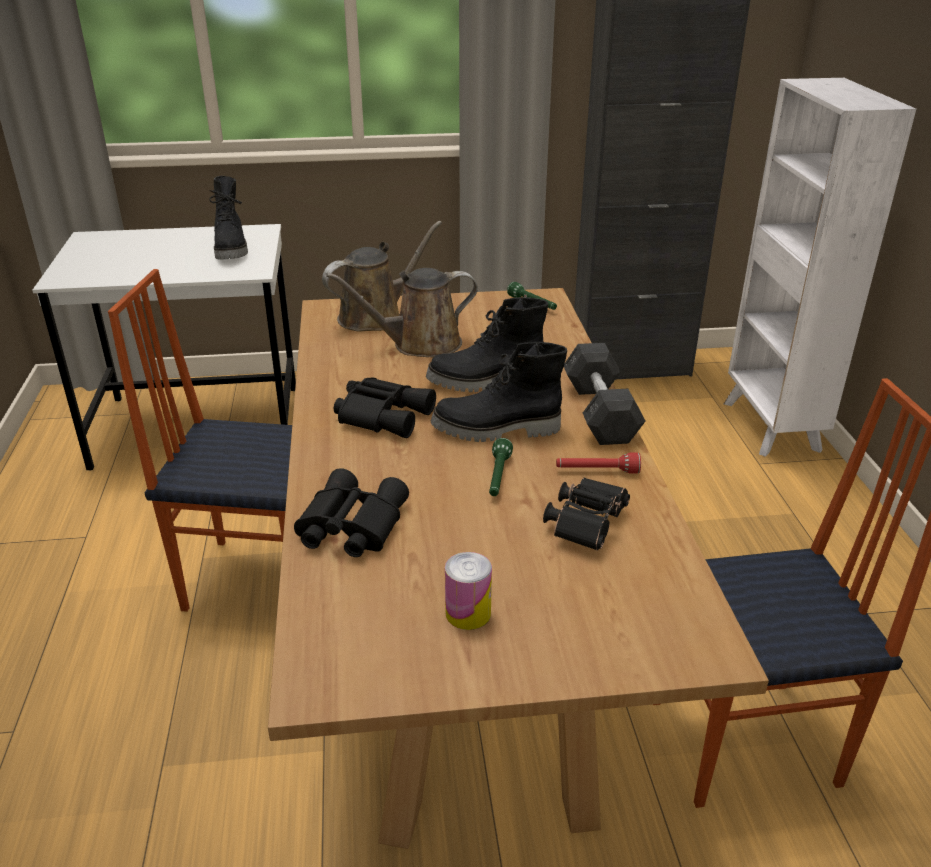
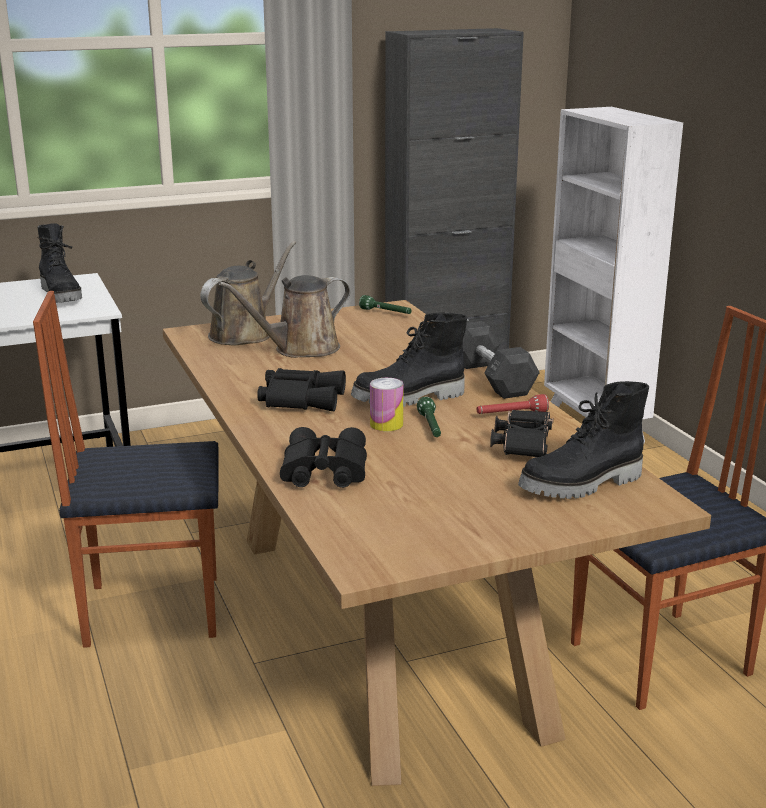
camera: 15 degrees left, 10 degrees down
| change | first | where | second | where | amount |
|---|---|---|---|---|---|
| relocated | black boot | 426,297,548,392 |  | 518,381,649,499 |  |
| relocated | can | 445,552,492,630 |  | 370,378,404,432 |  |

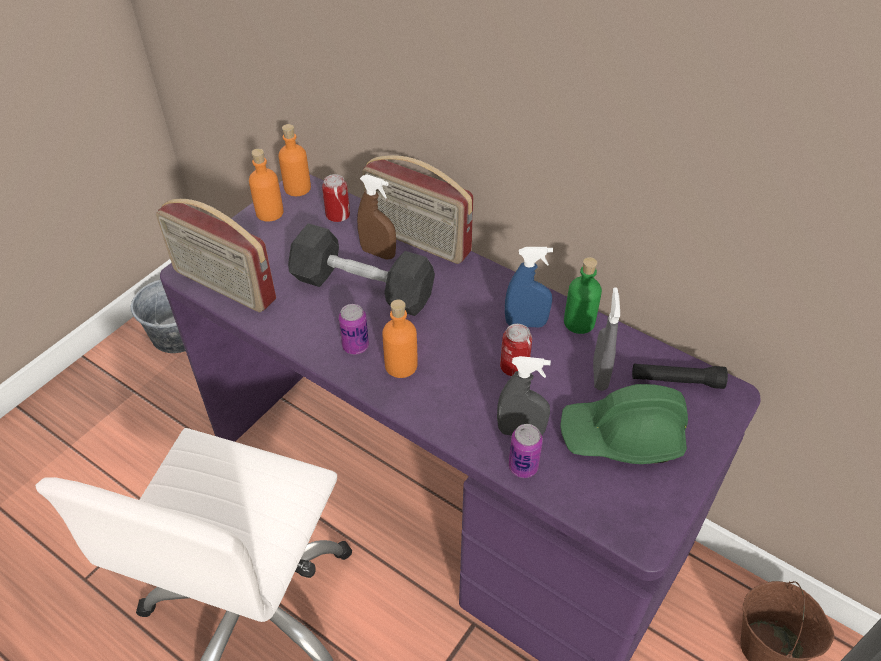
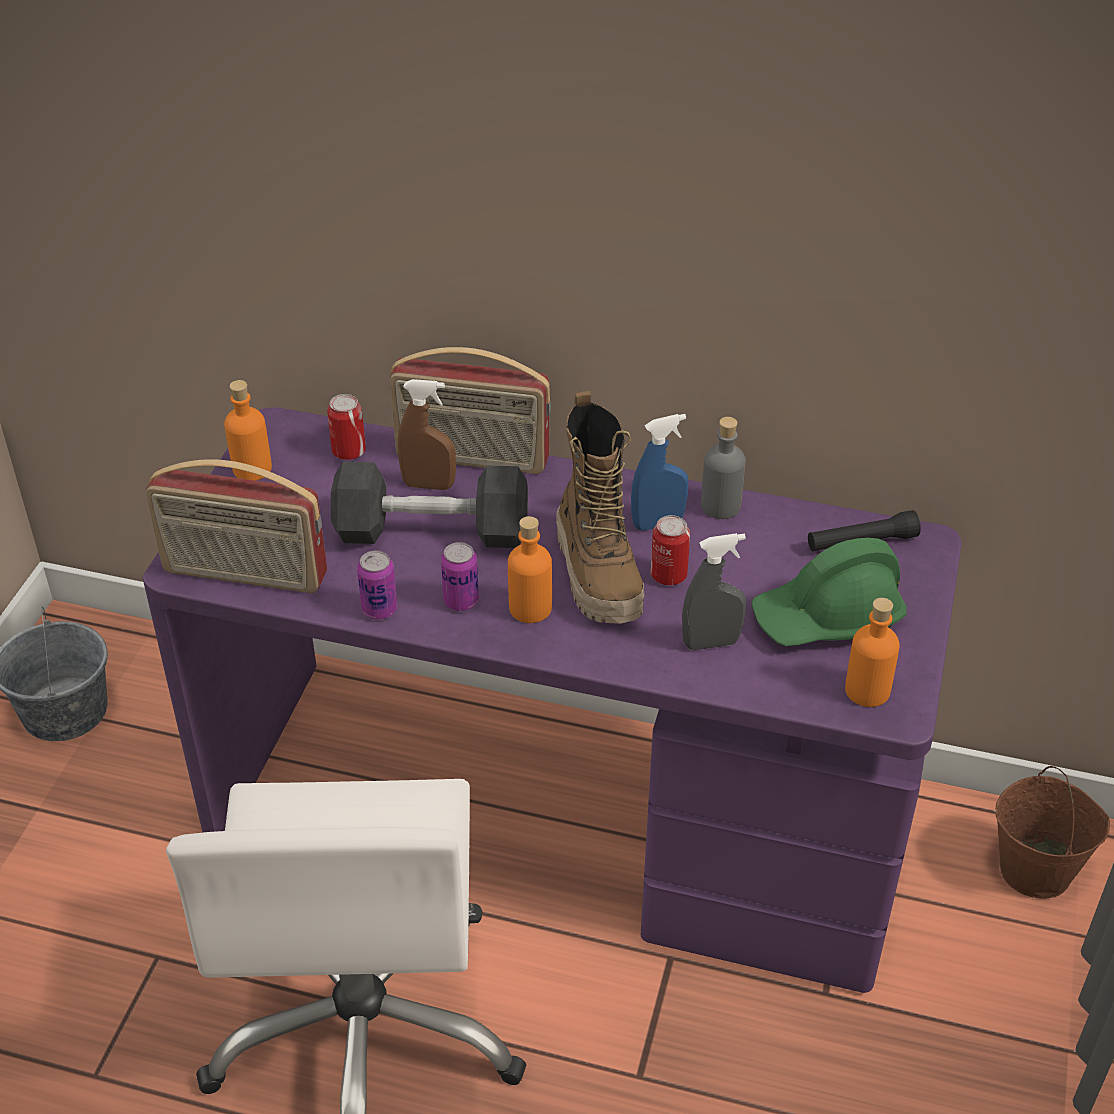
camera: 20 degrees left, 5 degrees down
| change | first | where | second | where | amount |
|---|---|---|---|---|---|
| missing | grey spray bottle | 593,287,620,391 |  |  |  |
| appeared |  |  | boot | 556,391,645,624 |  |
| relocated | orange bottle | 278,124,311,196 |  | 845,598,900,707 |  |
| relocated | can | 509,424,543,478 |  | 357,551,397,620 |  |
| colour | green bottle | 564,257,602,334 | grey bottle | 701,417,746,519 |  |

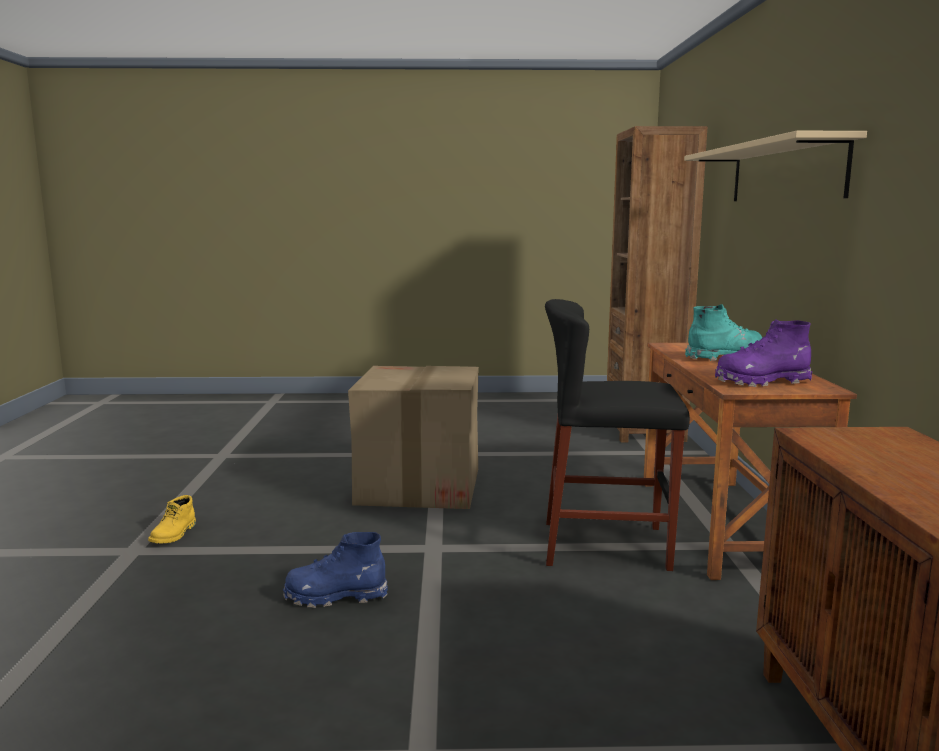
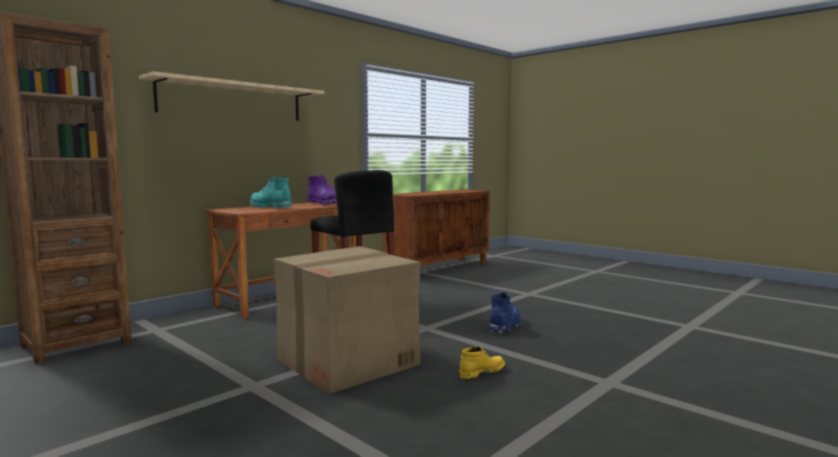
camera: 135 degrees left, 5 degrees down
| change | first | where | second | where | amount |
|---|---|---|---|---|---|
| relocated | yellow boot | 148,495,196,543 |  | 459,346,505,379 |  |
| spun | blue boot | 283,532,388,608 |  | 489,292,521,333 | 105 degrees counterclockwise |

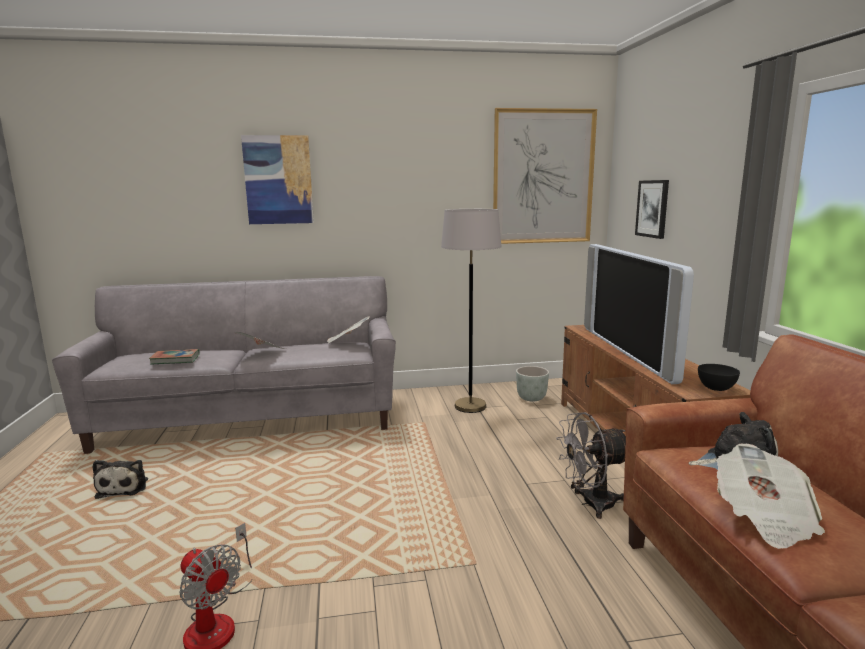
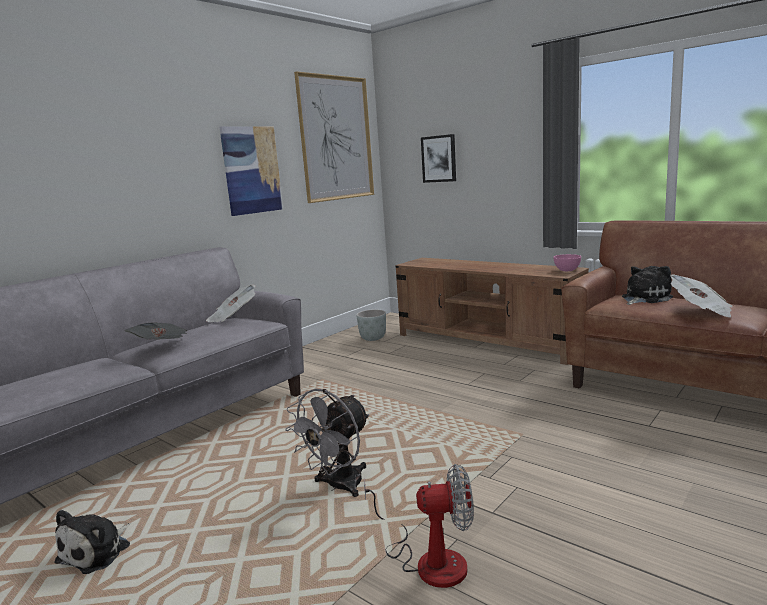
camera: 40 degrees left, 0 degrees up
| change | first | where | second | where | amount |
|---|---|---|---|---|---|
| missing | book | 149,349,200,365 |  |  |  |
| missing | grey floor lamp | 441,209,502,413 |  |  |  |
| missing | television | 584,244,694,384 |  |  |  |
| relocated | picture | 241,135,314,224 |  | 220,126,283,216 |  |
| relocated | grey fan | 556,412,626,519 |  | 285,388,369,497 |  |
| colour | black bowl | 698,364,740,391 | pink bowl | 554,254,581,271 |  |
| spun | plush toy | 92,460,148,499 |  | 55,510,130,574 | 75 degrees clockwise |

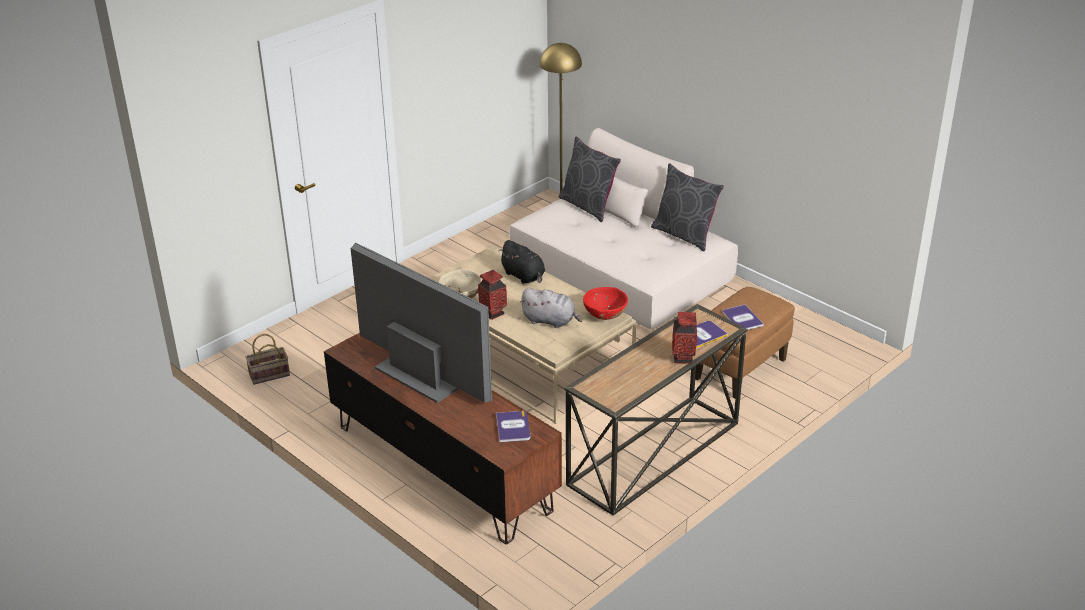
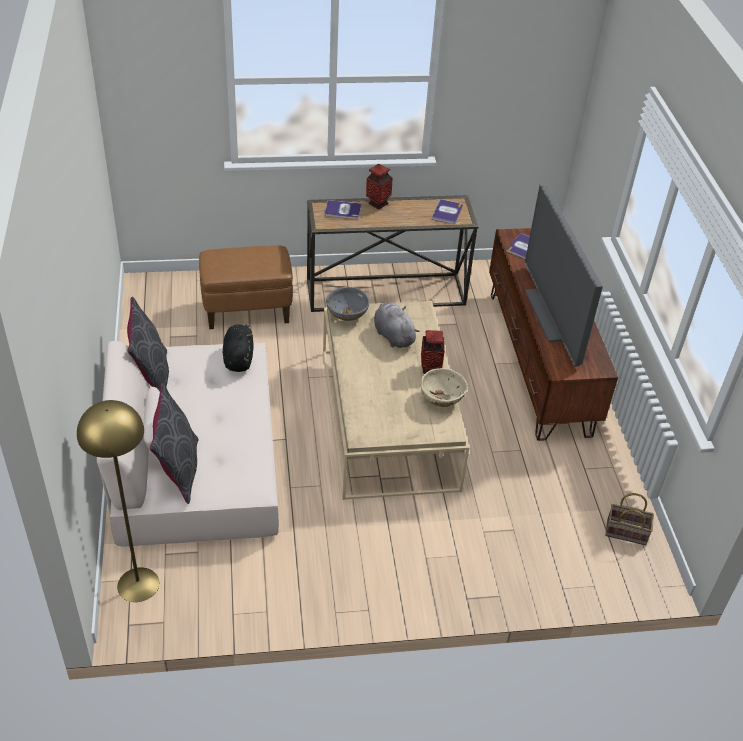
camera: 145 degrees left, 10 degrees up
| change | first | where | second | where | amount |
|---|---|---|---|---|---|
| relocated | black plush toy | 498,240,545,284 |  | 223,323,254,372 |  |
| relocated | book | 723,304,764,330 |  | 432,199,463,224 |  |
| colour | red bowl | 583,287,628,320 | grey bowl | 326,287,369,321 |  |

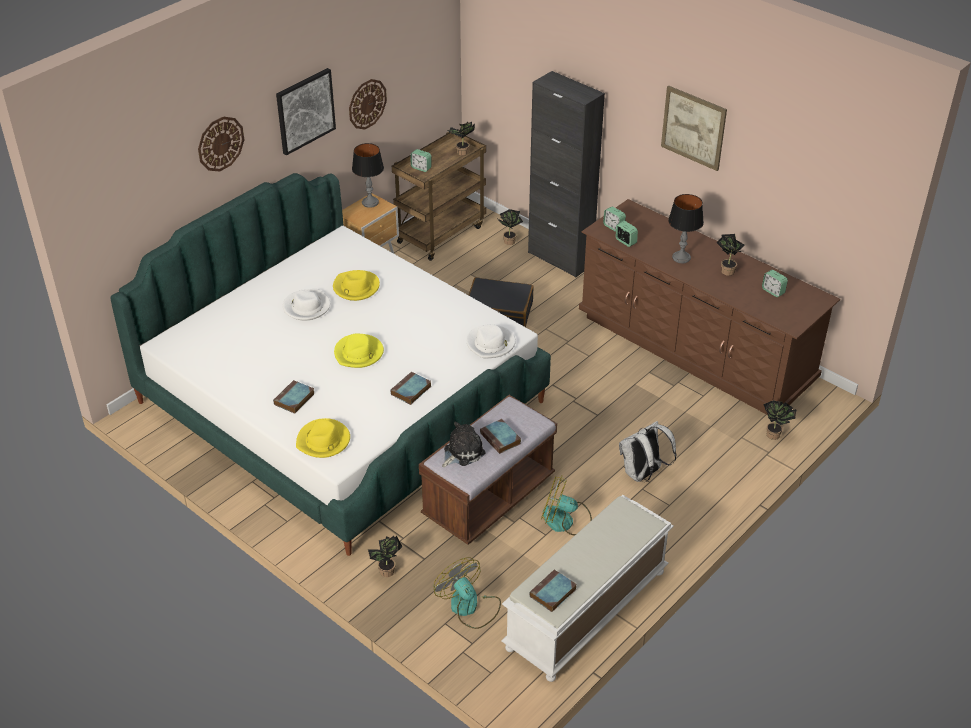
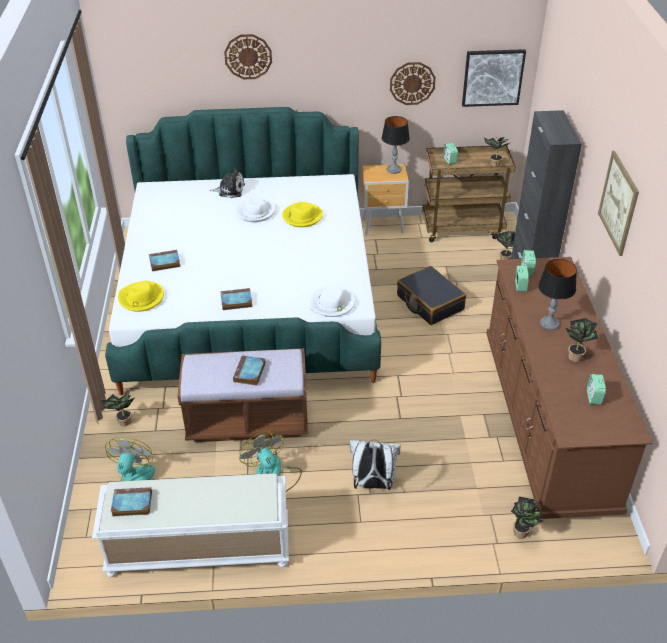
camera: 45 degrees right, 0 degrees up
| change | first | where | second | where | amount |
|---|---|---|---|---|---|
| missing | yellow hat | 334,333,384,368 |  |  |  |
| relocated | picture | 276,68,336,155 |  | 462,49,526,107 |  |
| relocated | plush toy | 442,421,486,468 |  | 210,167,245,198 |  |

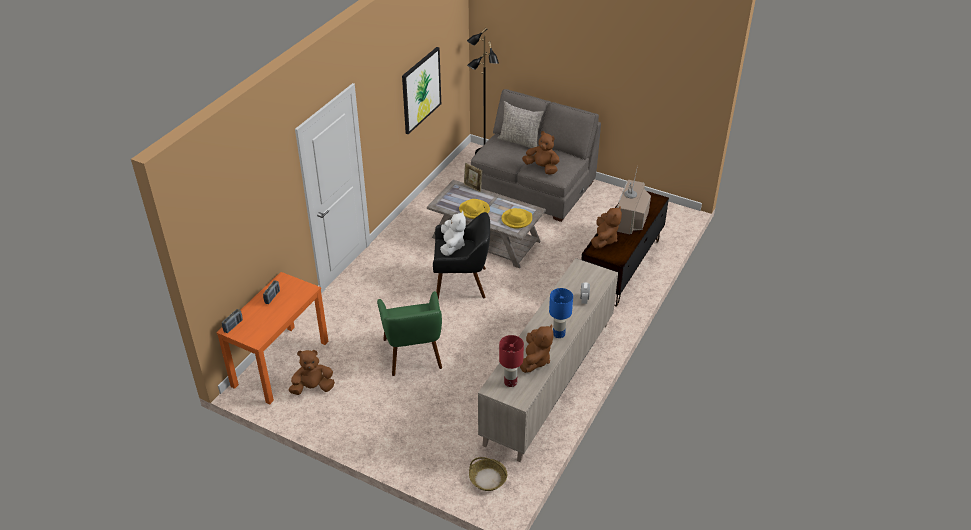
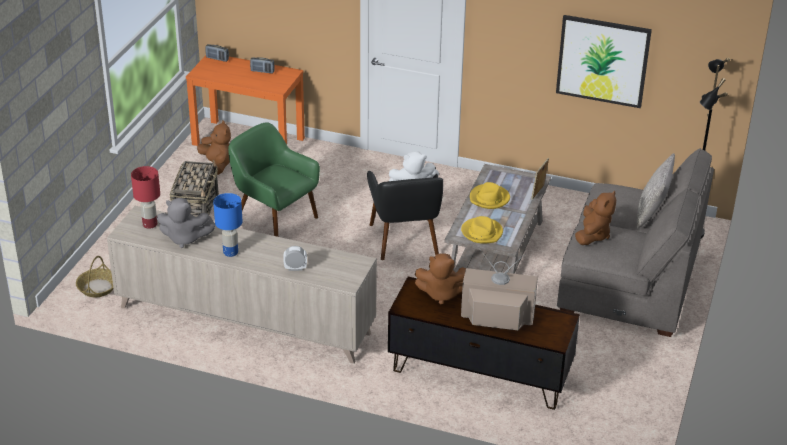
camera: 80 degrees right, 5 degrees down
| change | first | where | second | where | amount |
|---|---|---|---|---|---|
| appeared |  |  | basket | 169,159,219,217 |  |
| colour | brown plush toy | 519,324,554,373 | grey plush toy | 157,198,216,248 |  |
| spun | green armchair | 377,291,442,376 |  | 228,122,320,237 | 60 degrees clockwise |

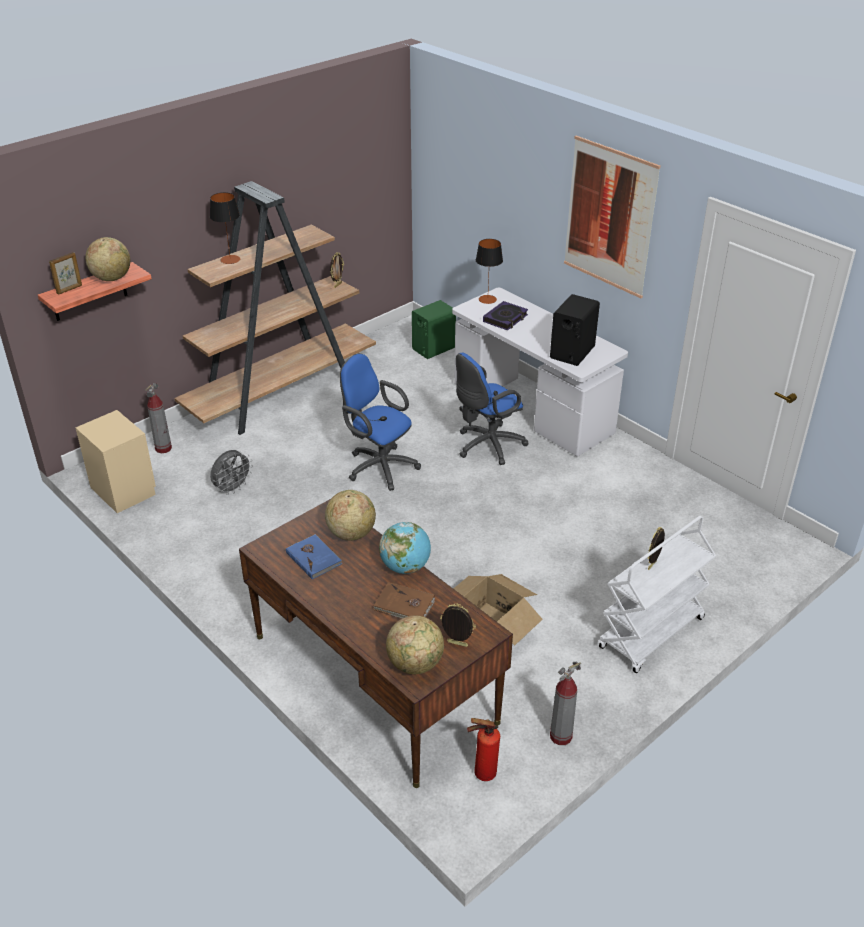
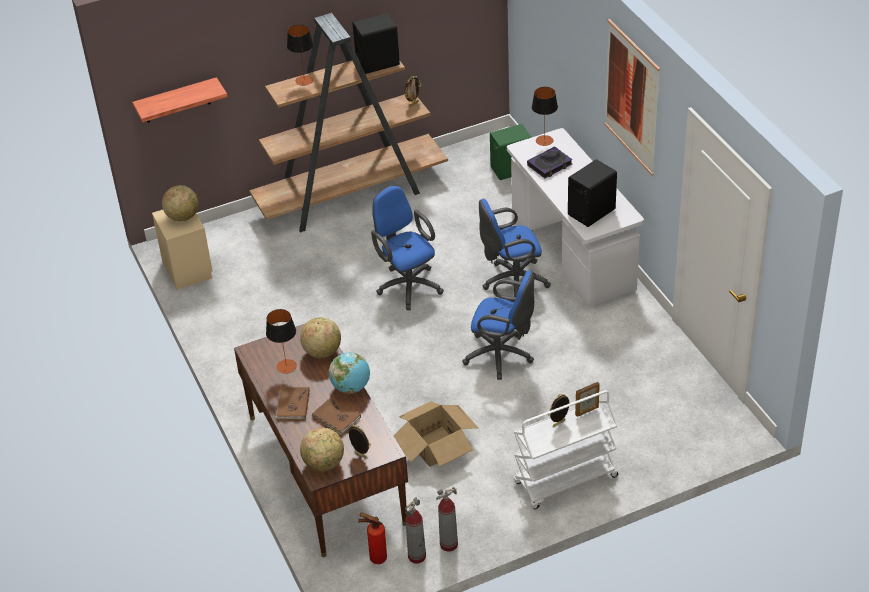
camera: 20 degrees right, 5 degrees up
| change | first | where | second | where | amount |
|---|---|---|---|---|---|
| missing | grey fan | 210,450,253,495 |  |  |  |
| appeared |  |  | brown book | 275,387,310,419 |  |
| appeared |  |  | black speaker | 352,13,400,74 |  |
| appeared |  |  | blue office chair | 462,271,534,380 |  |
| relocated | picture frame | 49,252,82,295 |  | 575,382,600,417 |  |
| relocated | globe | 85,237,130,281 |  | 162,185,199,222 |  |
| relocated | fire extinguisher | 145,383,172,453 |  | 405,497,426,564 |  |
| exchanged | blue book | 286,534,342,579 | table lamp | 266,309,297,374 |  |

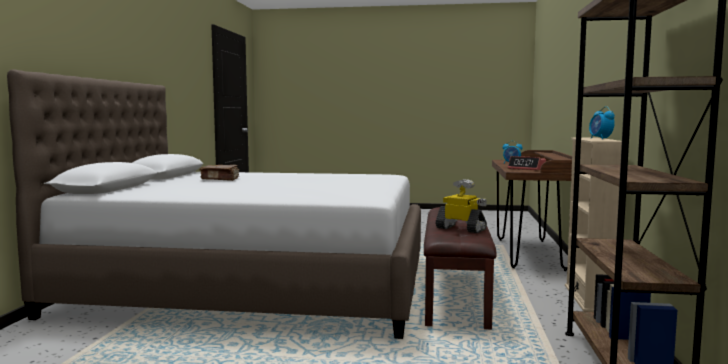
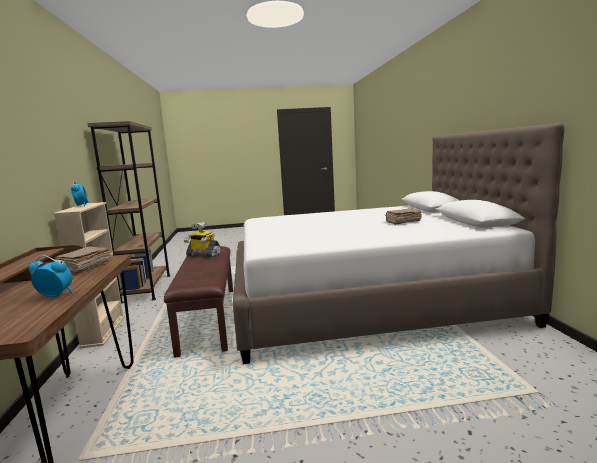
camera: 165 degrees right, 5 degrees up
| change | first | where | second | where | amount |
|---|---|---|---|---|---|
| exchanged | alarm clock | 507,156,546,170 | brown book | 53,246,111,274 |  |

